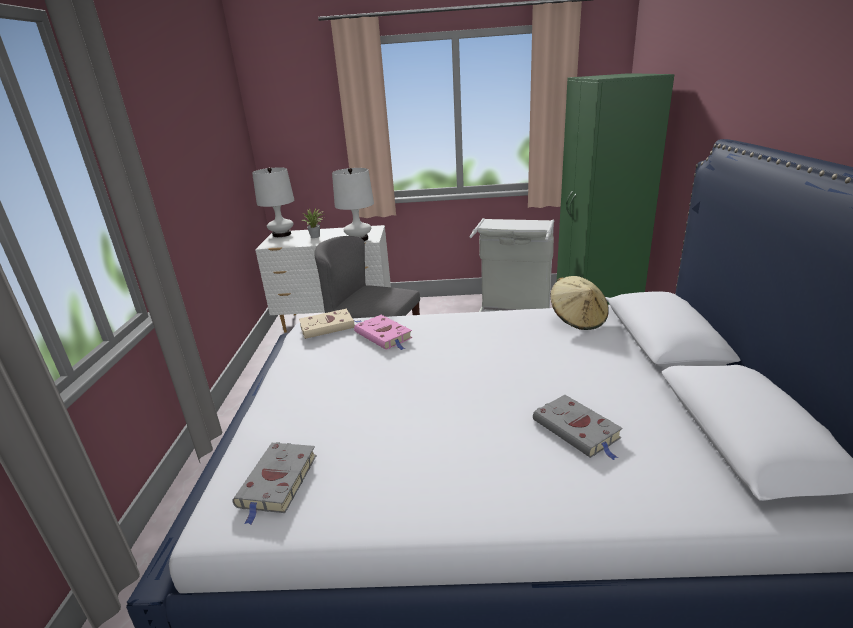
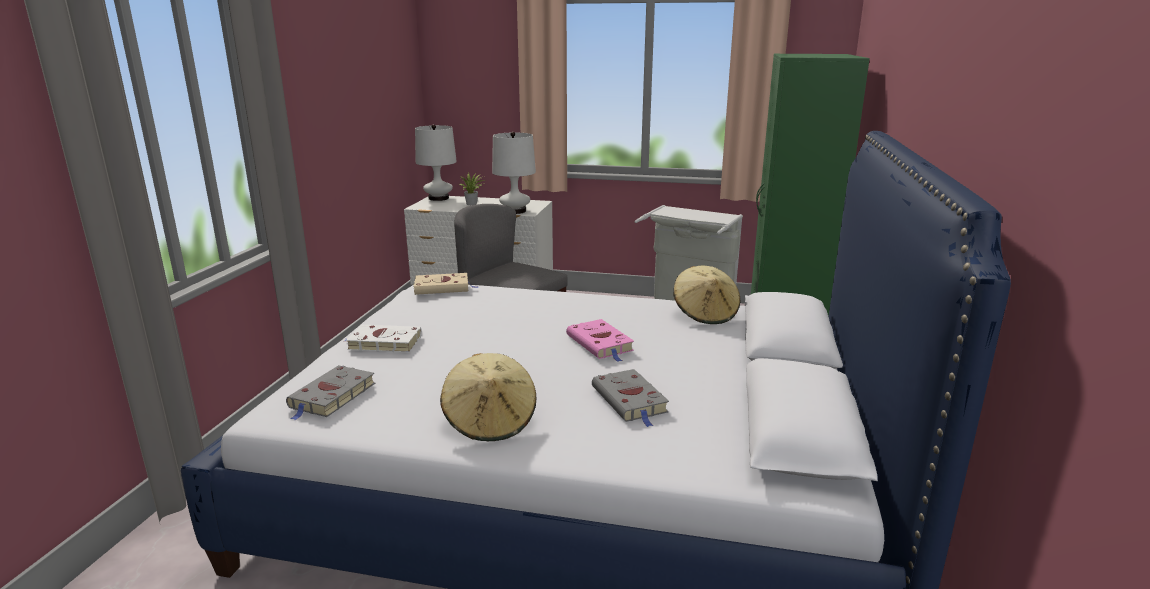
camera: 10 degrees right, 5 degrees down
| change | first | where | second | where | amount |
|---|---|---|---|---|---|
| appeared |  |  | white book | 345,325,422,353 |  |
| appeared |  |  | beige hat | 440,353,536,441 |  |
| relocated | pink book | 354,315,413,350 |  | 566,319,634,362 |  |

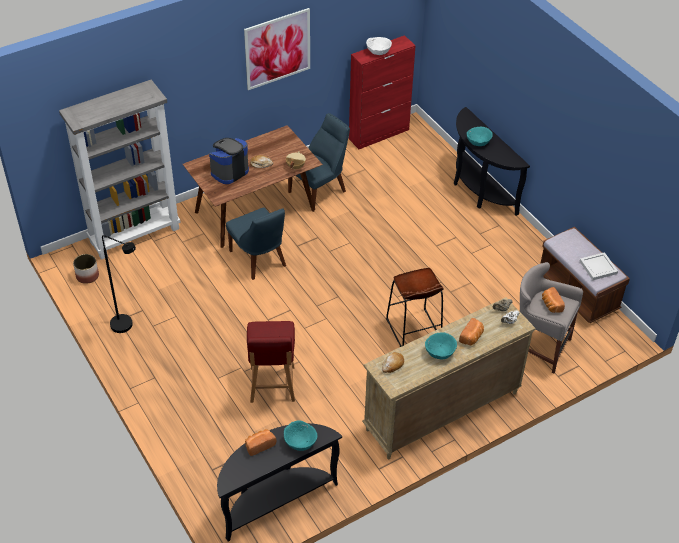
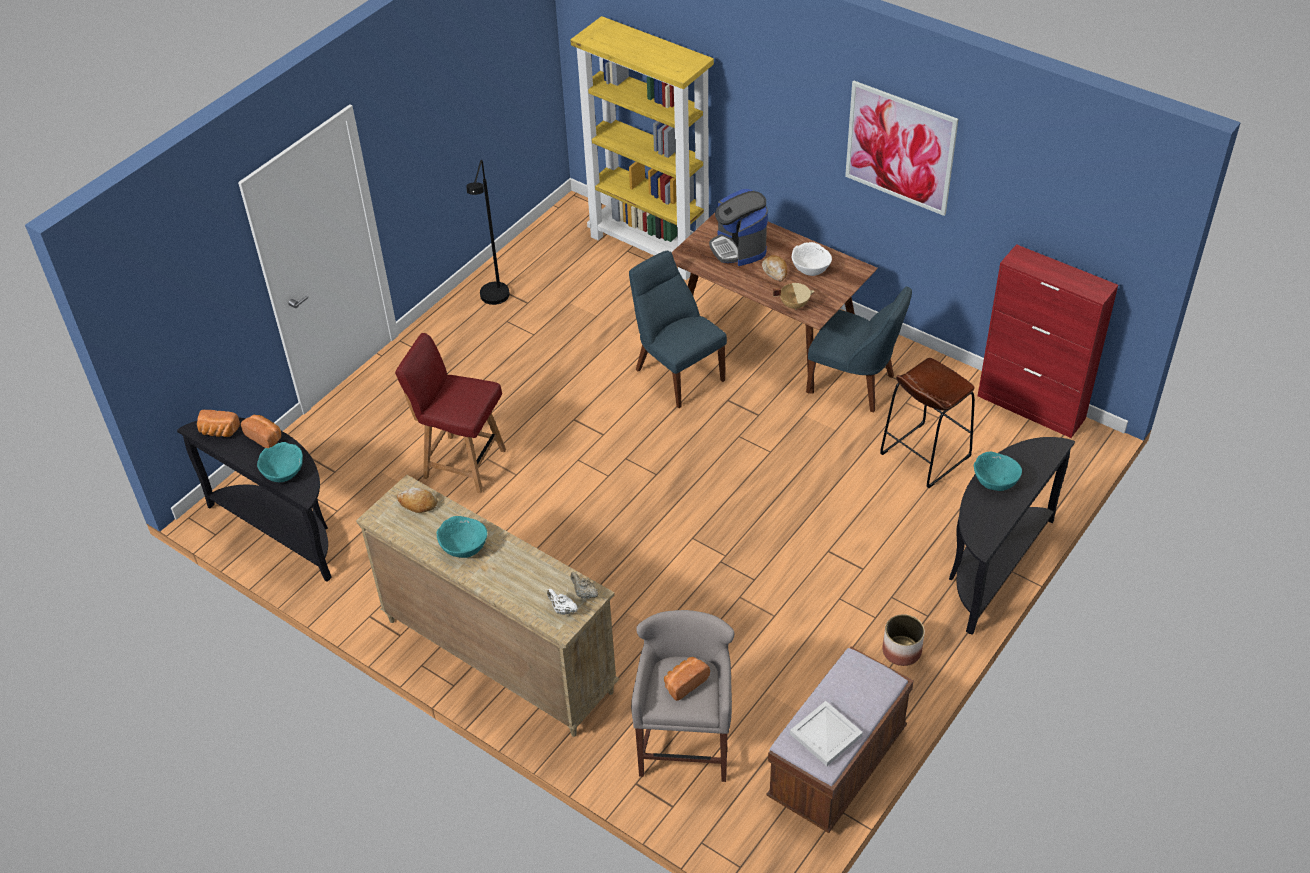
camera: 70 degrees right, 0 degrees up
| change | first | where | second | where | amount |
|---|---|---|---|---|---|
| relocated | planter | 73,254,99,284 |  | 882,614,925,666 |  |
| relocated | white bowl | 366,37,392,55 |  | 791,242,832,276 |  |
| relocated | brown stool | 386,268,444,347 |  | 880,358,975,488 |  |
| relocated | bread | 459,318,484,345 |  | 197,410,240,437 |  |
| colour | grey bookcase | 59,80,181,260 | yellow bookcase | 570,16,714,280 |  |
| spun | coffee machine | 209,138,249,184 |  | 709,189,768,266 | 135 degrees counterclockwise |
| spun | blue chair | 226,207,286,280 |  | 629,251,727,408 | 105 degrees clockwise |
| spun | red chair | 247,321,295,403 |  | 395,333,506,493 | 45 degrees clockwise |

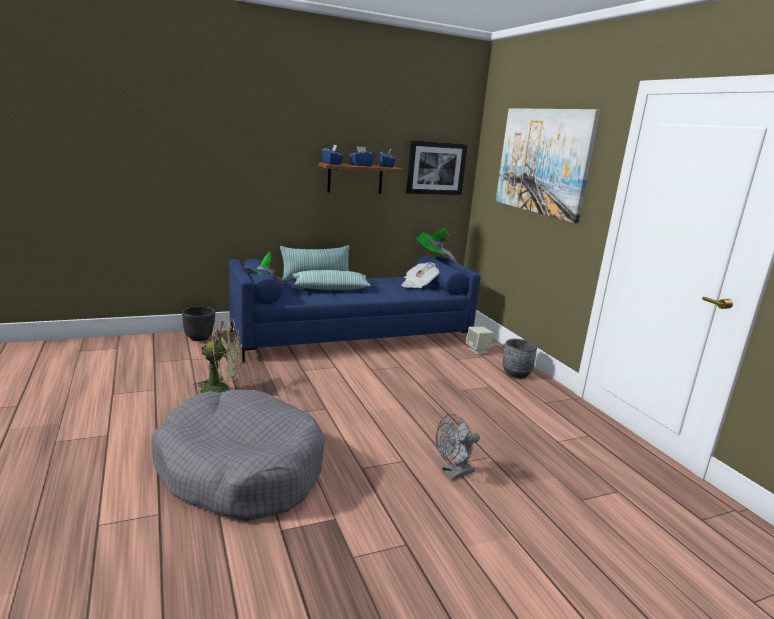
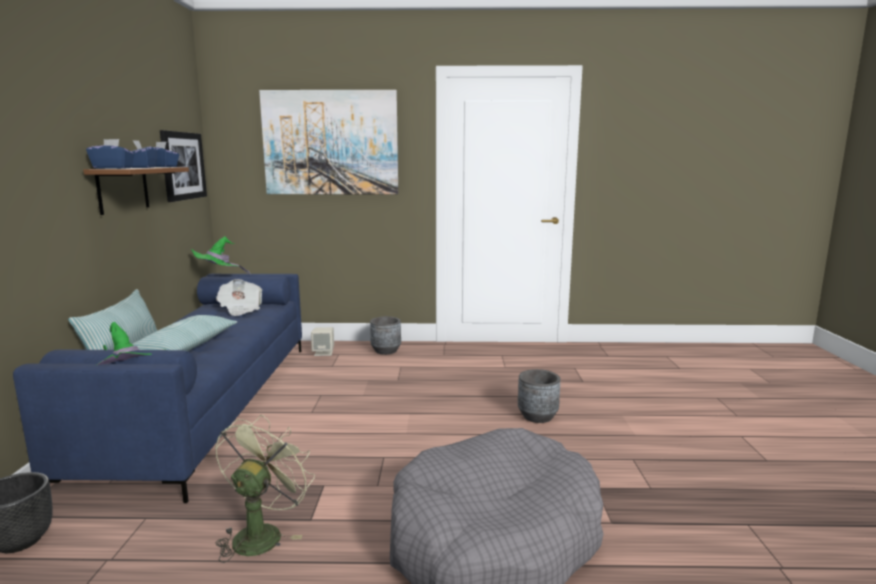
camera: 65 degrees left, 5 degrees down
| change | first | where | second | where | amount |
|---|---|---|---|---|---|
| exchanged | grey fan | 436,414,480,480 | grey planter | 518,369,560,423 |  |

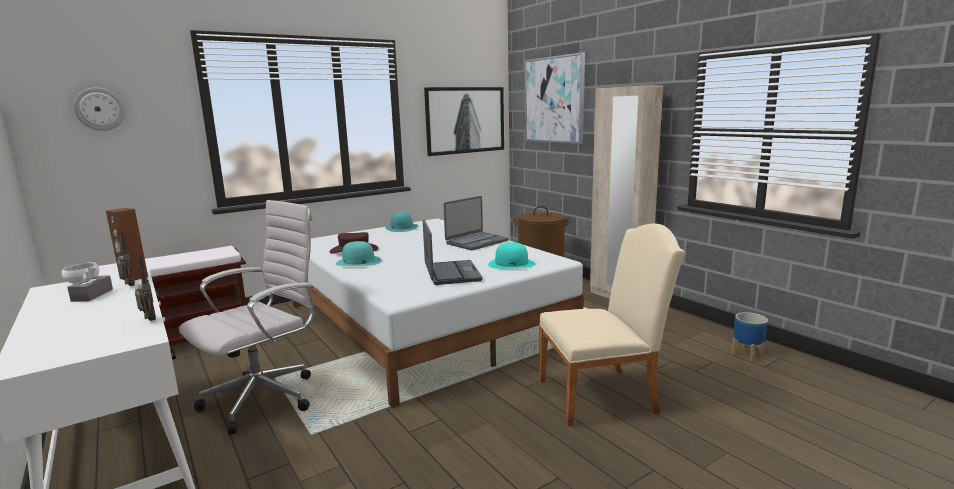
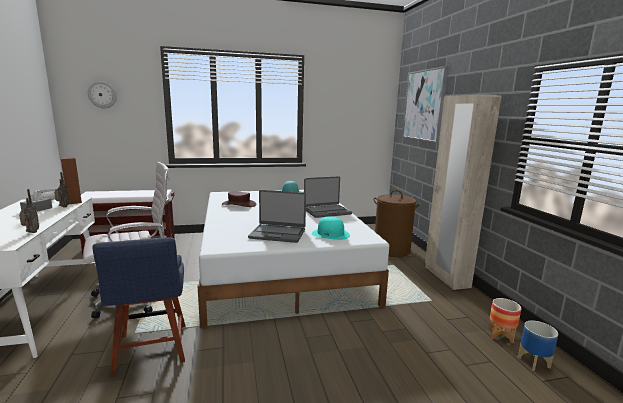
camera: 20 degrees right, 0 degrees up
| change | first | where | second | where | amount |
|---|---|---|---|---|---|
| missing | turquoise hat | 336,241,382,266 |  |  |  |
| missing | picture | 424,87,504,156 |  |  |  |
| missing | beige chair | 539,224,685,426 |  |  |  |
| appeared |  |  | blue chair | 92,237,186,376 |  |
| appeared |  |  | planter | 489,298,521,343 |  |
| spun | laptop | 423,219,483,285 |  | 248,190,306,243 | 90 degrees clockwise |

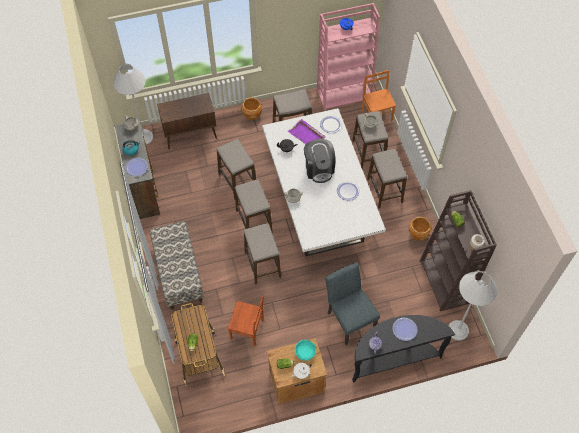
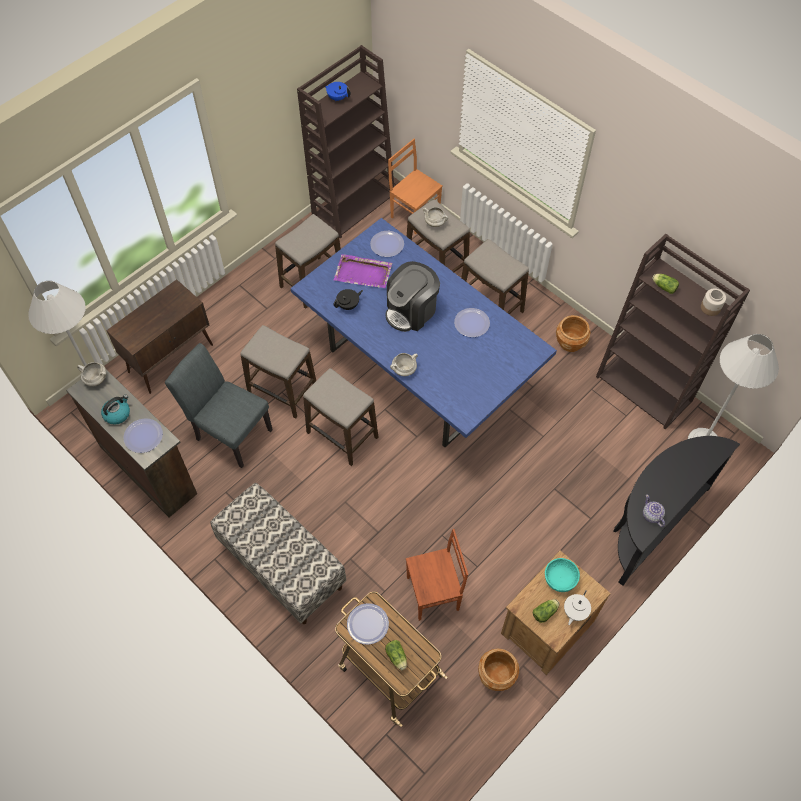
camera: 30 degrees left, 0 degrees up
| change | first | where | second | where | amount |
|---|---|---|---|---|---|
| missing | stool | 244,223,281,285 |  |  |  |
| relocated | brown planter | 241,98,262,120 |  | 478,649,519,691 |  |
| relocated | grey chair | 325,262,380,345 |  | 165,343,273,468 |  |
| relocated | plate | 393,318,417,341 |  | 347,603,389,645 |  |
| colour | white dining table | 262,108,386,257 | blue dining table | 291,218,557,447 |  |
| colour | pink bookcase | 317,3,380,110 | brown bookcase | 297,45,394,238 |  |
| spun | coffee machine | 304,139,336,183 |  | 385,261,440,332 | 90 degrees clockwise |

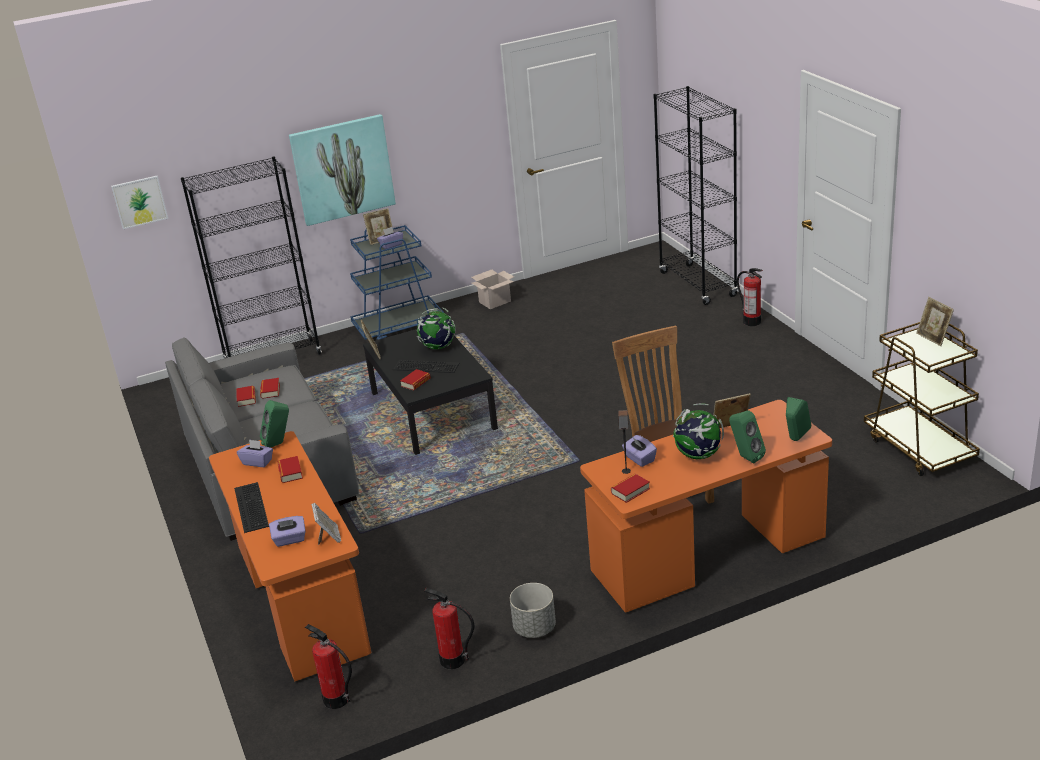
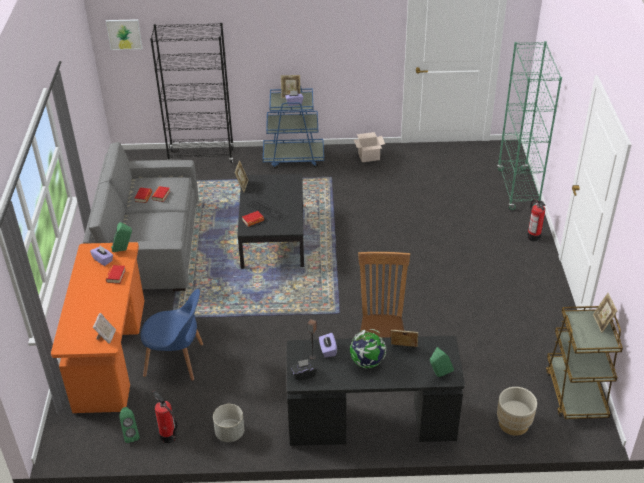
camera: 20 degrees right, 10 degrees up
| change | first | where | second | where | amount |
|---|---|---|---|---|---|
| missing | keyboard | 234,482,269,533 |  |  |  |
| missing | purple tissue box | 269,516,306,547 |  |  |  |
| missing | picture | 289,114,396,226 |  |  |  |
| missing | fire extinguisher | 305,624,352,709 |  |  |  |
| missing | globe | 417,308,456,349 |  |  |  |
| appeared |  |  | blue chair | 141,289,204,381 |  |
| appeared |  |  | beige planter | 497,387,537,436 |  |
| relocated | green speaker | 729,410,766,463 |  | 119,407,140,443 |  |
| exchanged | book | 611,474,650,503 | black tissue box | 291,359,317,381 |  |
| colour | orange desk | 580,400,832,613 | black desk | 287,336,465,446 |  |
| colour | black bookcase | 653,86,738,305 | green bookcase | 497,41,562,210 |  |

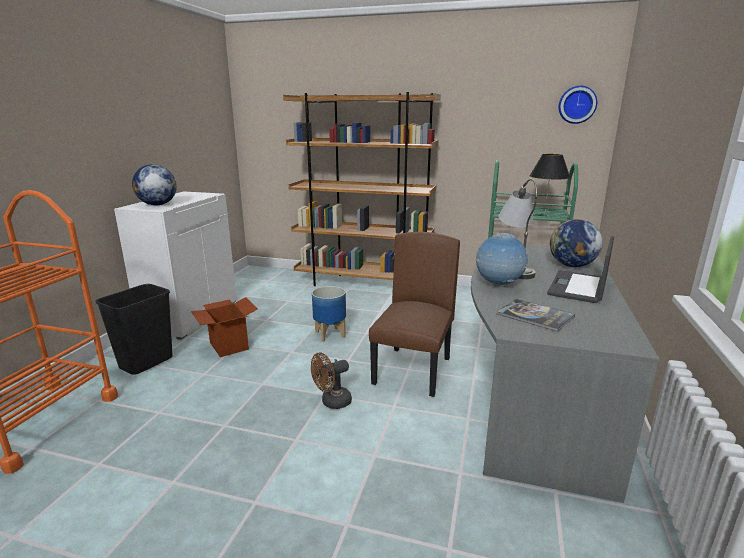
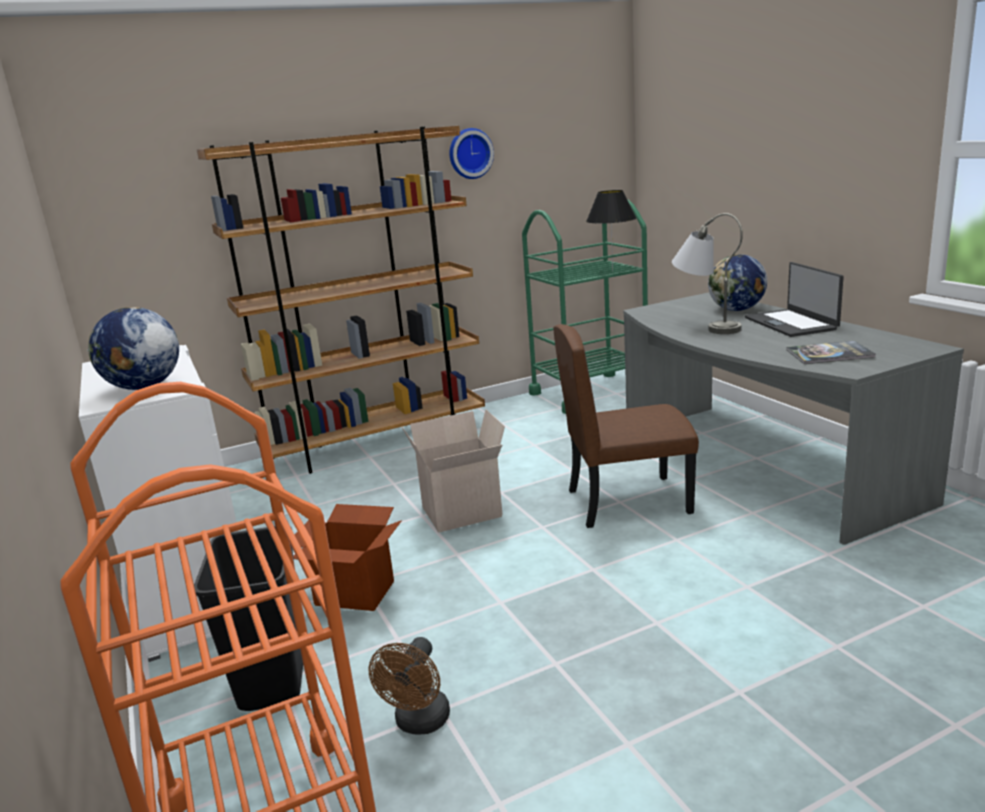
camera: 40 degrees left, 0 degrees up
| change | first | where | second | where | amount |
|---|---|---|---|---|---|
| missing | globe | 476,233,528,288 |  |  |  |
| relocated | brown fan | 311,353,352,409 |  | 368,637,450,735 |  |
| relocated | wall clock | 559,86,597,124 |  | 450,128,494,179 |  |
| exchanged | planter | 312,286,346,342 | cardboard box | 402,409,505,533 |  |
| spun | brown chair | 369,232,460,397 |  | 553,324,699,528 | 75 degrees counterclockwise |

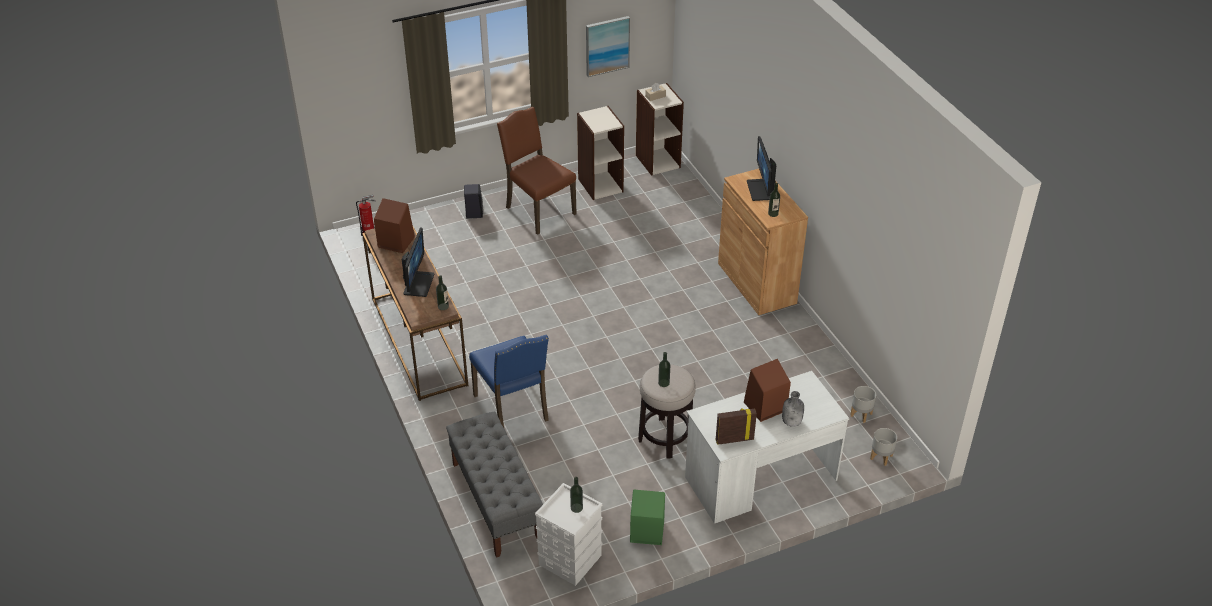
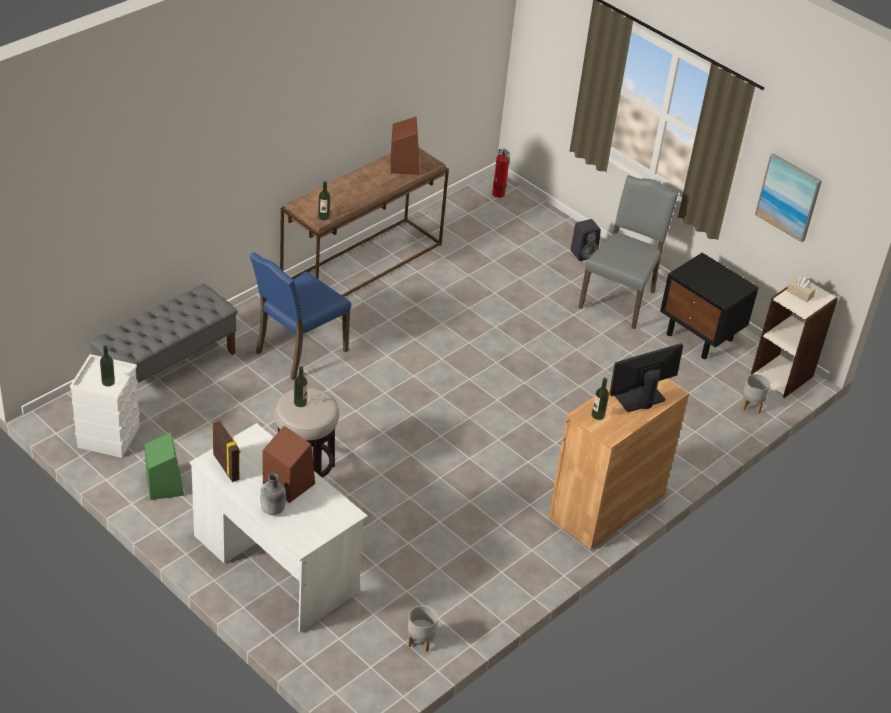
camera: 65 degrees right, 0 degrees up
| change | first | where | second | where | amount |
|---|---|---|---|---|---|
| missing | monitor | 402,227,434,297 |  |  |  |
| relocated | grey planter | 870,428,897,466 |  | 742,374,770,414 |  |
| exchanged | bookcase | 577,106,624,200 | black nightstand | 660,253,759,359 |  |
| colour | brown chair | 497,107,577,235 | grey chair | 578,175,679,329 |  |

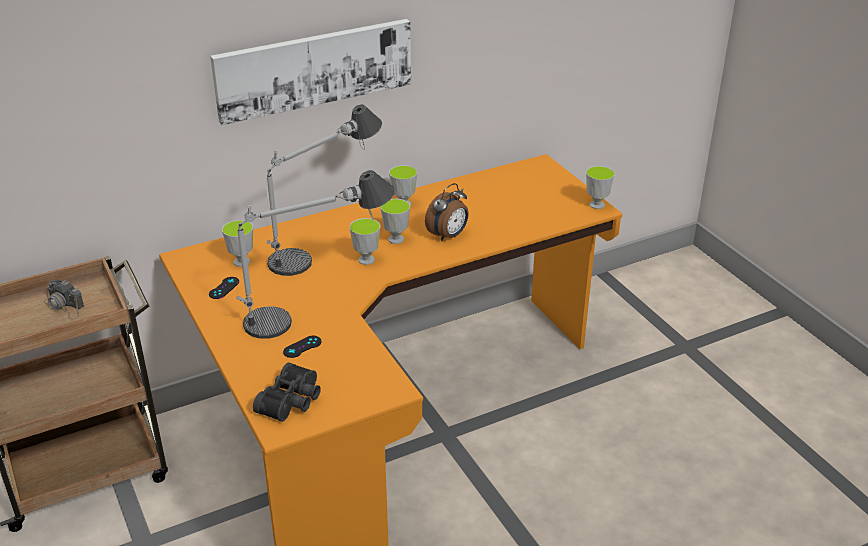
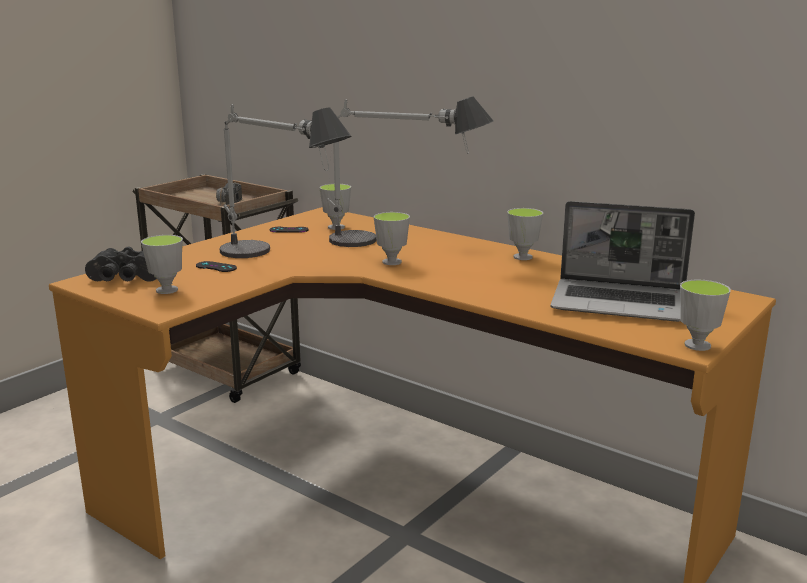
camera: 65 degrees right, 15 degrees down
| change | first | where | second | where | amount |
|---|---|---|---|---|---|
| missing | picture | 210,19,411,125 |  |  |  |
| missing | alarm clock | 425,183,469,241 |  |  |  |
| appeared |  |  | laptop | 550,201,695,322 |  |
| relocated | cup | 380,199,410,244 |  | 141,235,183,294 |  |

